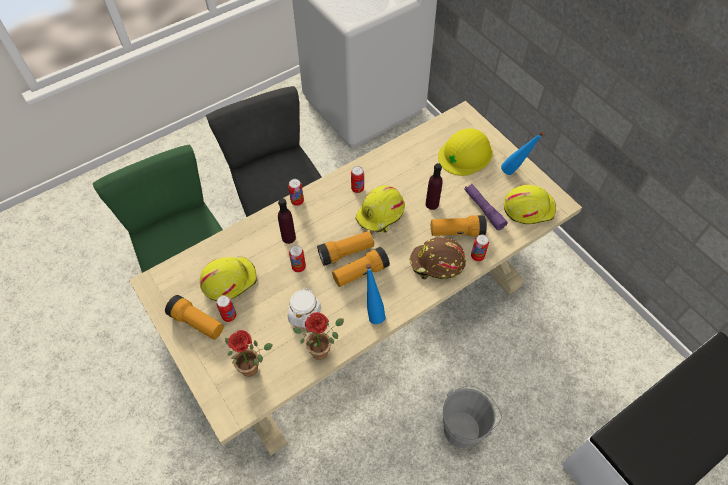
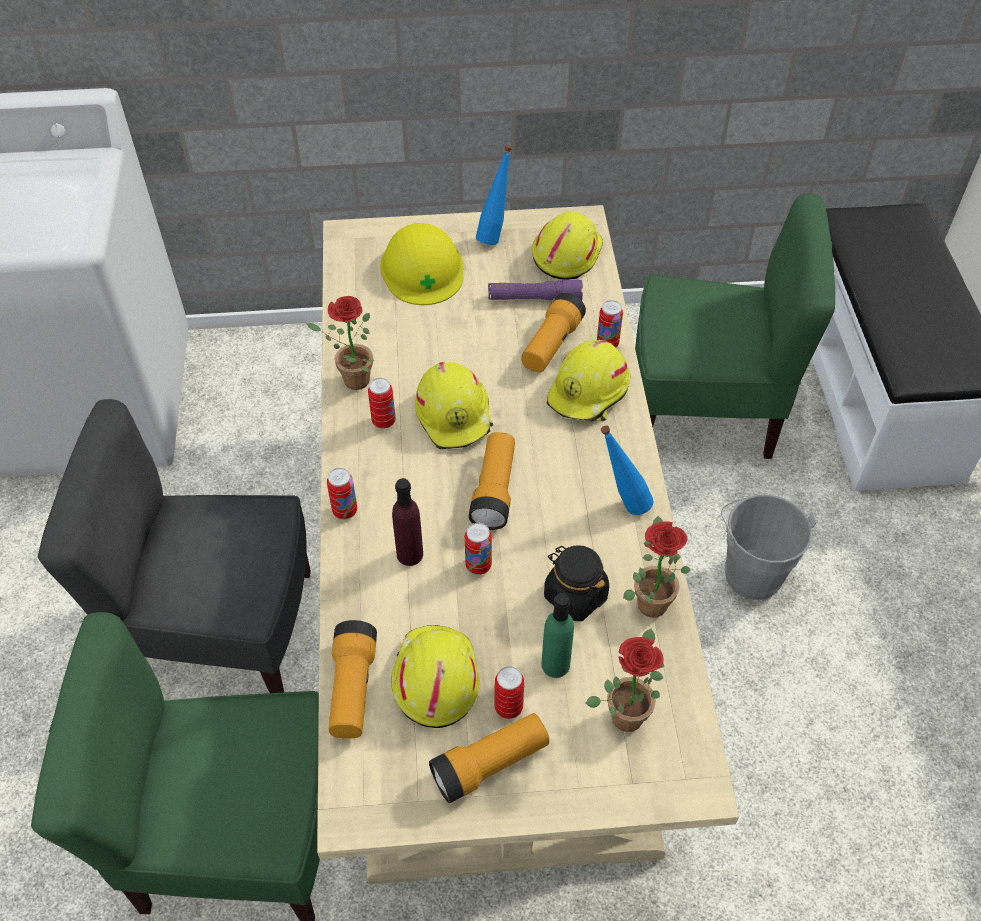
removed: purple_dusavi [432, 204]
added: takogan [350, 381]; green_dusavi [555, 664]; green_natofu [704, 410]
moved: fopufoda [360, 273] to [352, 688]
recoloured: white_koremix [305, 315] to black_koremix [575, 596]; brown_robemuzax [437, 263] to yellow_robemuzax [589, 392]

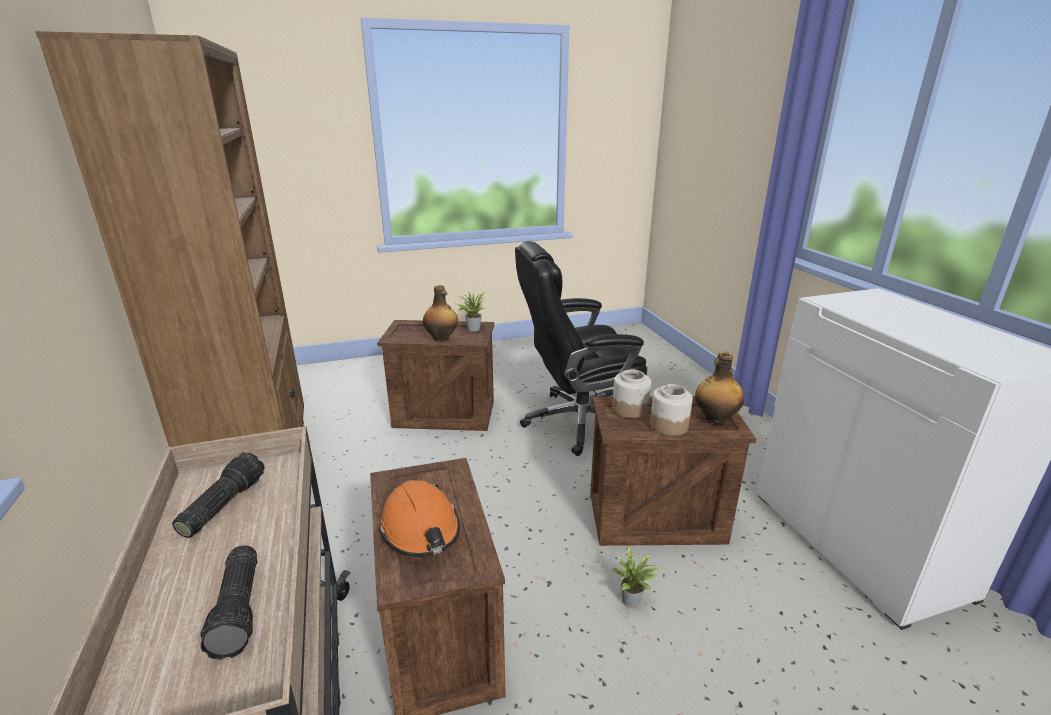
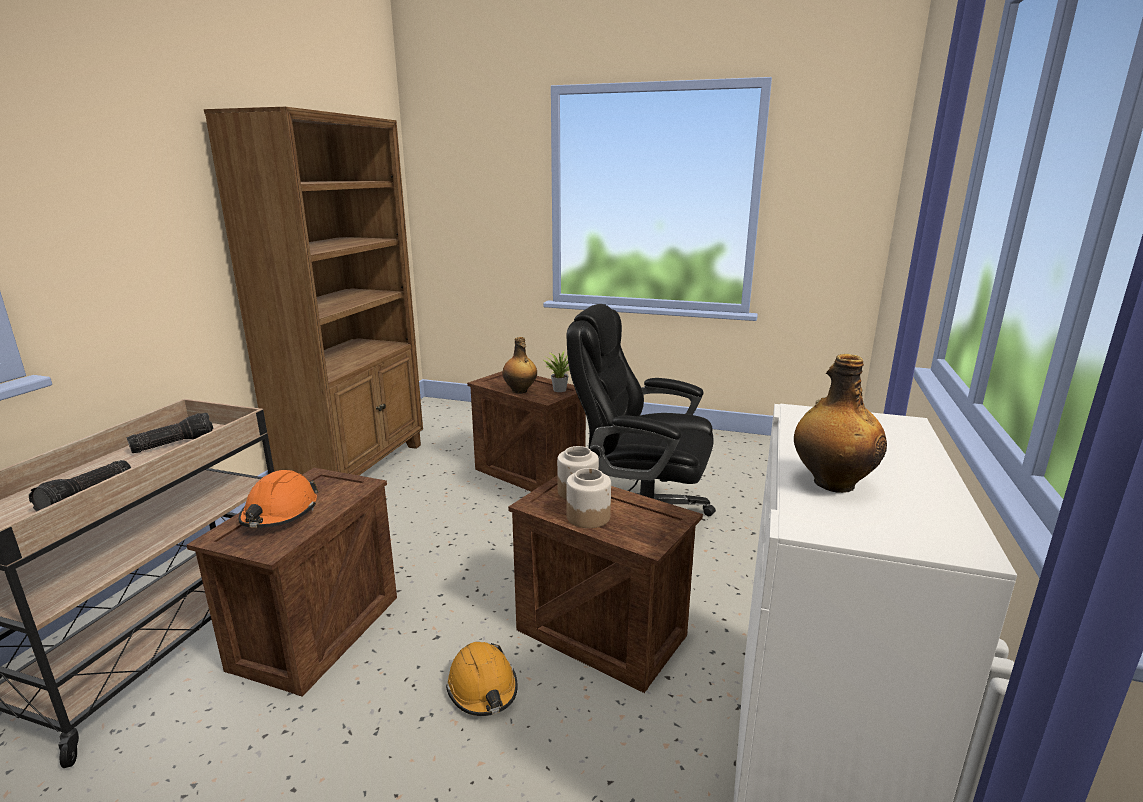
moved: dusavi [715, 419] to [832, 483]
replaced: takogan [633, 601] to orange_robemuzax [483, 688]

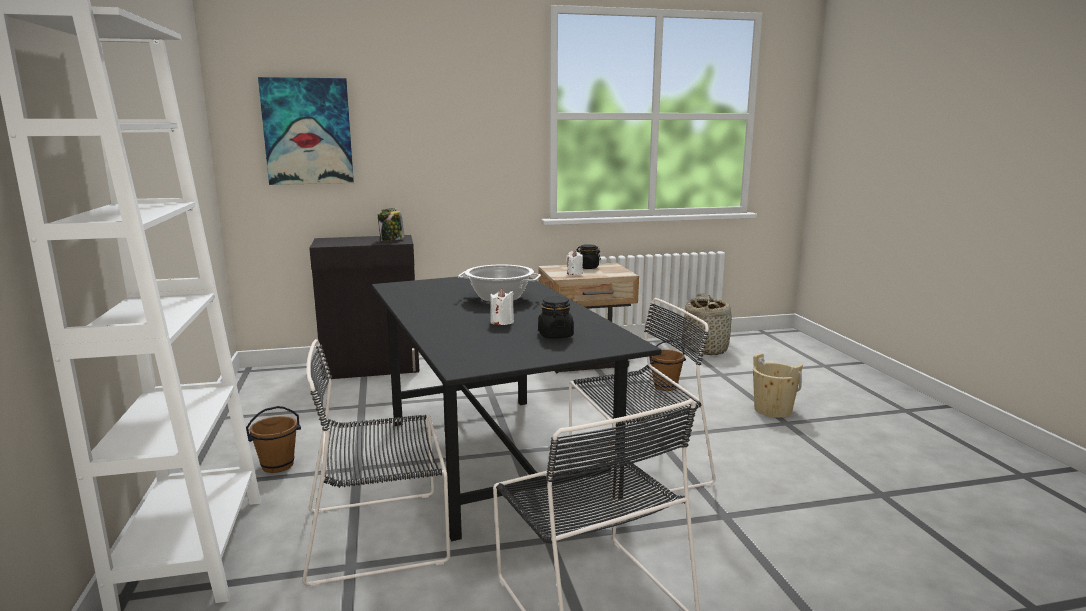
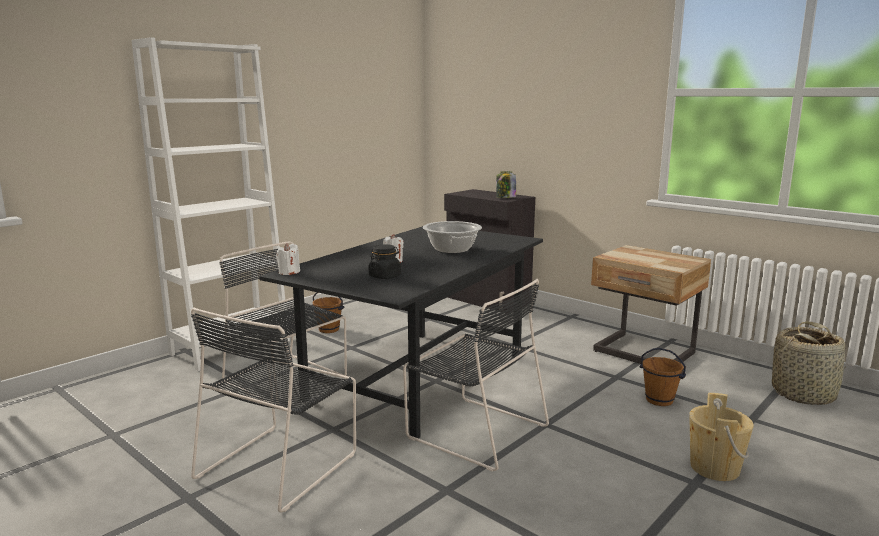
removed: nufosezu [307, 131]; black_koremix [588, 267]
moved: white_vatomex [574, 273] to [289, 272]

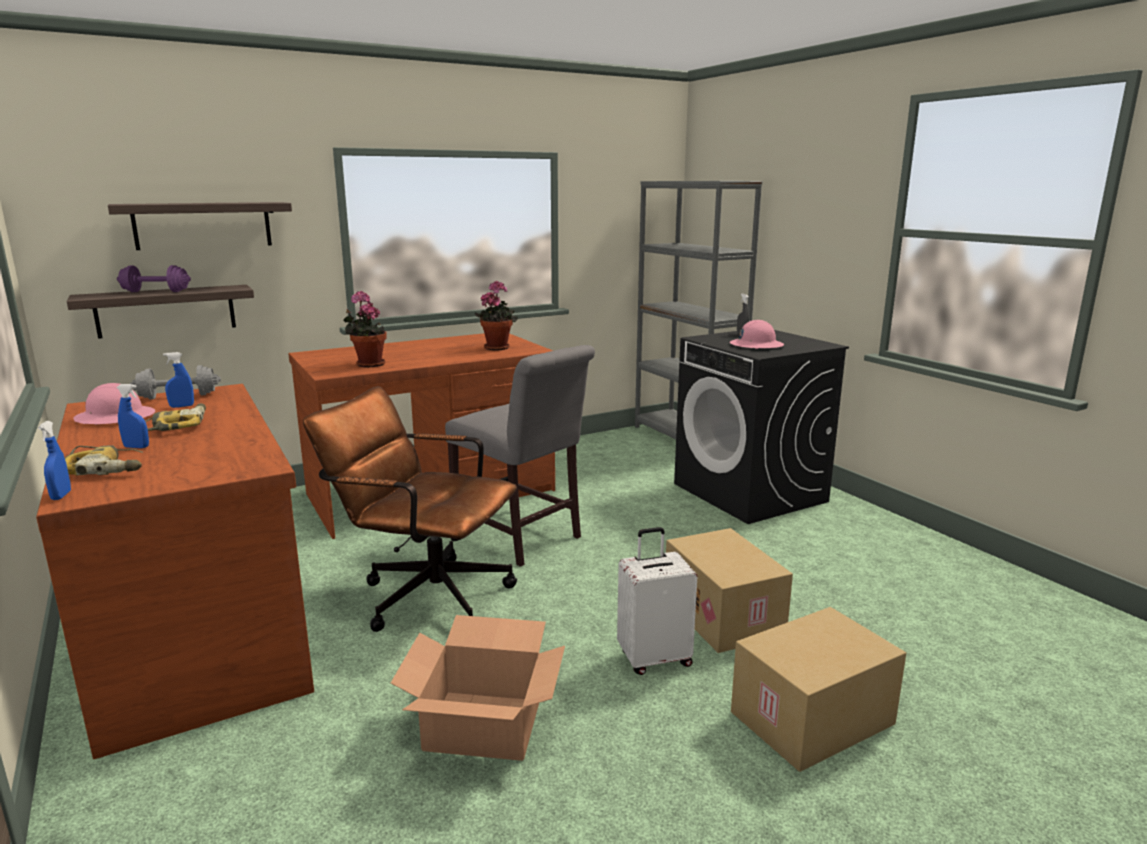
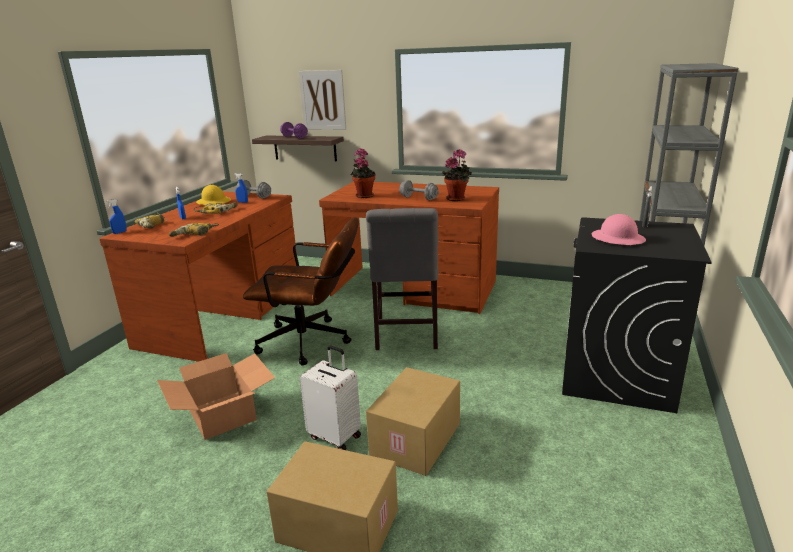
added: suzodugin [194, 234]; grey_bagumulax [418, 198]
replaced: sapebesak [203, 225] to nufosezu [323, 100]
recoloured: pink_robemuzax [115, 417] to yellow_robemuzax [214, 202]
turned: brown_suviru [424, 594] = [312, 342] 120 degrees clockwise

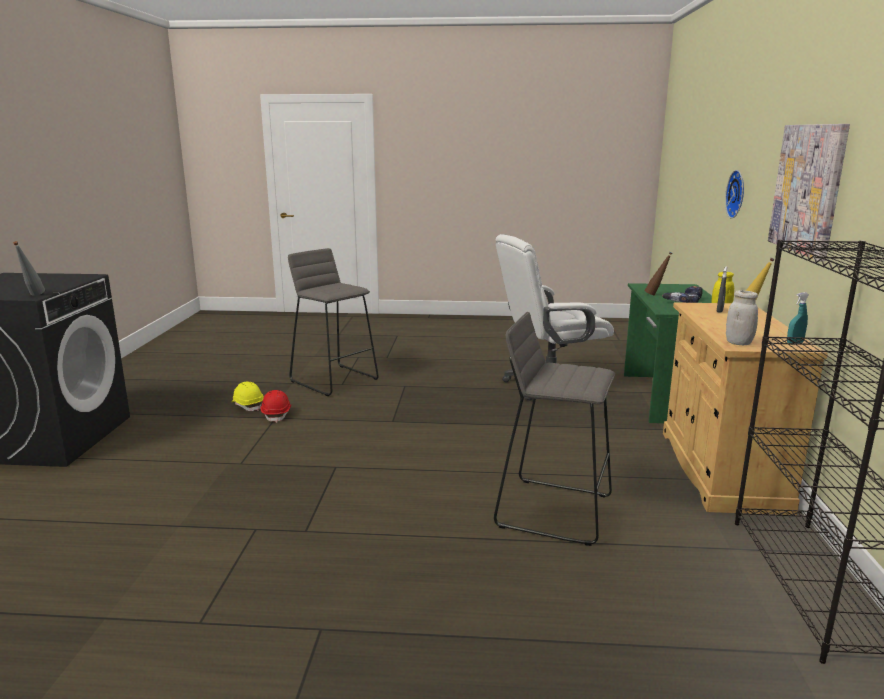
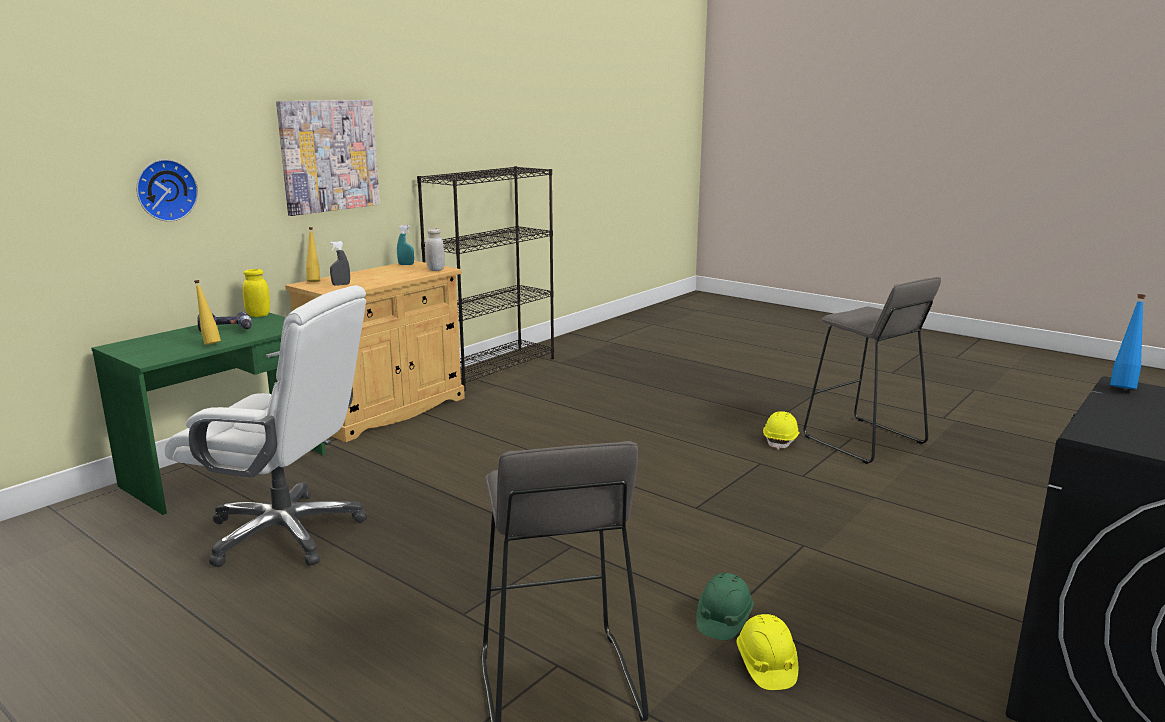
added: yellow_robemuzax [781, 440]
moved: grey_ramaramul [554, 510] to [863, 440]
recoloured: grey_dusavi [33, 296] to blue_dusavi [1122, 387]; red_robemuzax [277, 414] to green_robemuzax [723, 619]; brown_dusavi [656, 295] to yellow_dusavi [210, 343]

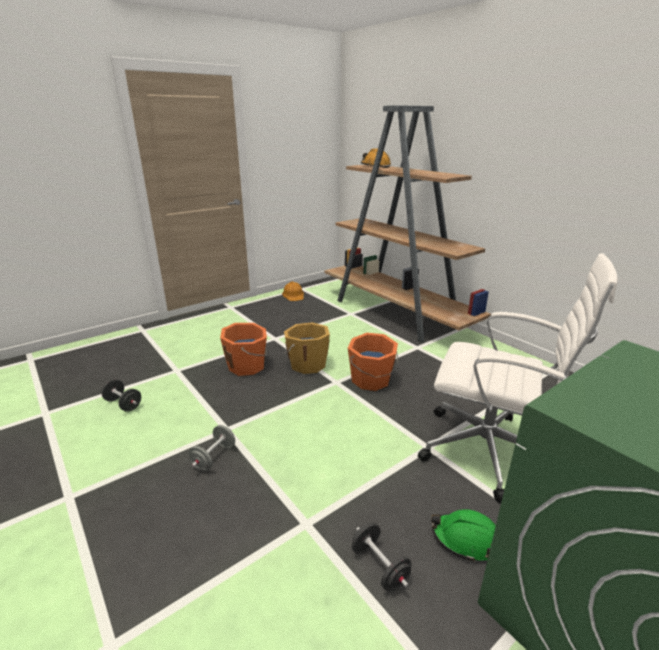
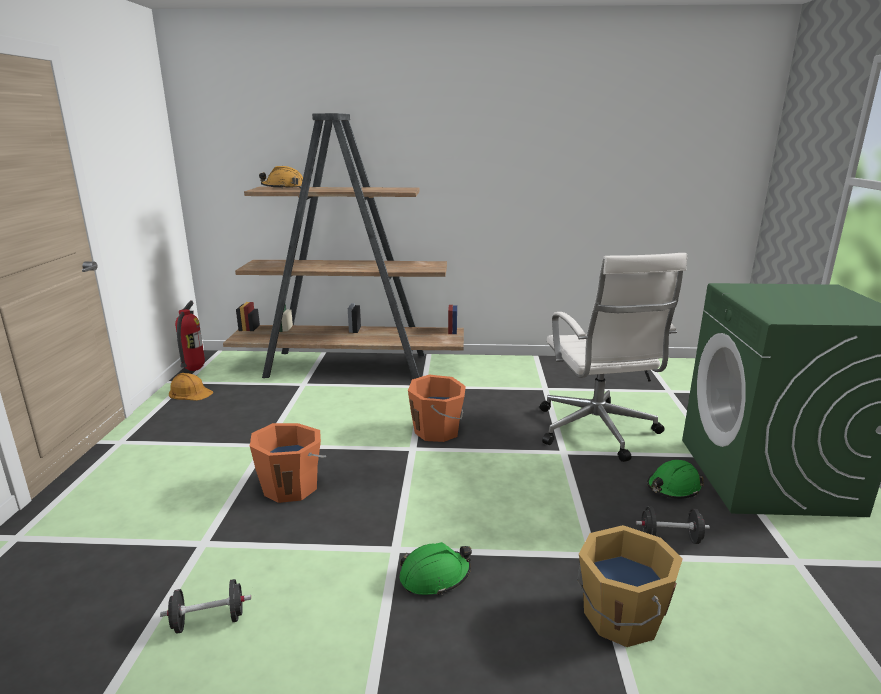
added: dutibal [194, 370]
moved: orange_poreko [307, 364] to [620, 617]
replaced: grey_bagumulax [214, 457] to green_robemuzax [435, 576]
turned: white_suviru [489, 451] = [597, 431] 105 degrees clockwise

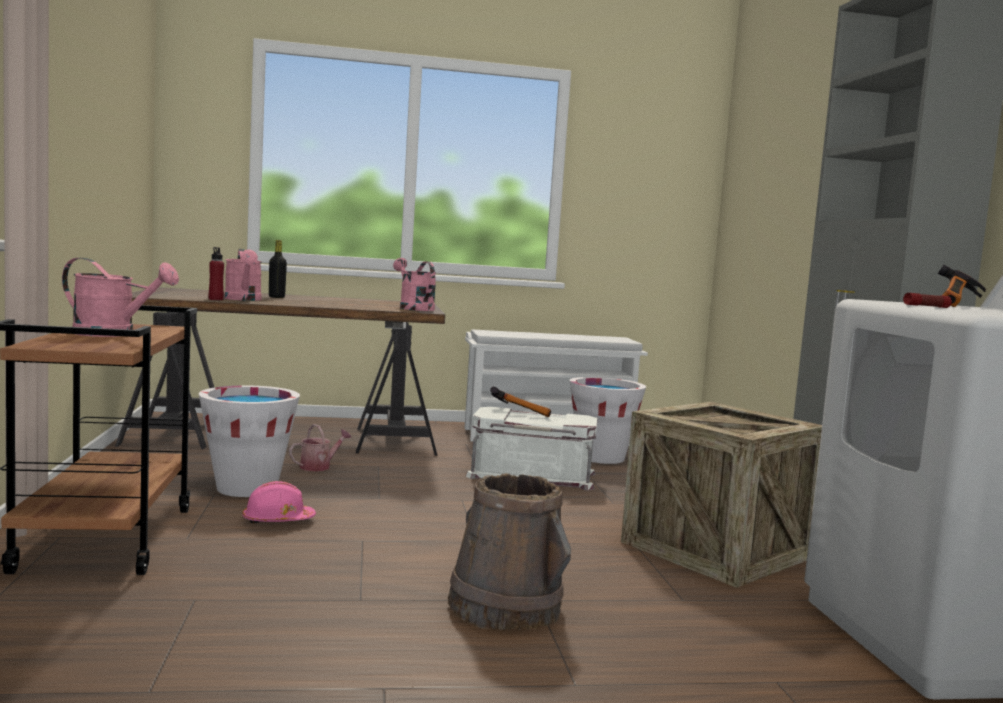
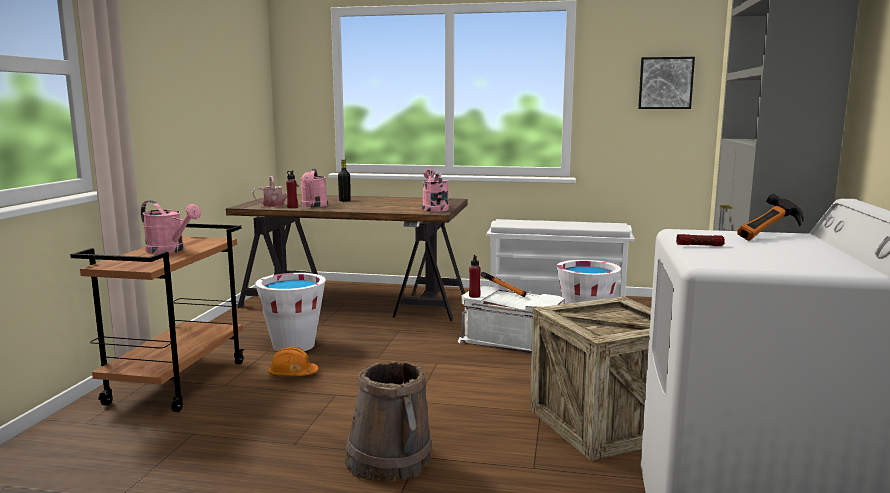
added: red_dusavi [474, 296]; nufosezu [665, 83]
moved: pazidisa [319, 466] to [276, 205]
recoloured: pink_robemuzax [277, 520] to orange_robemuzax [292, 374]

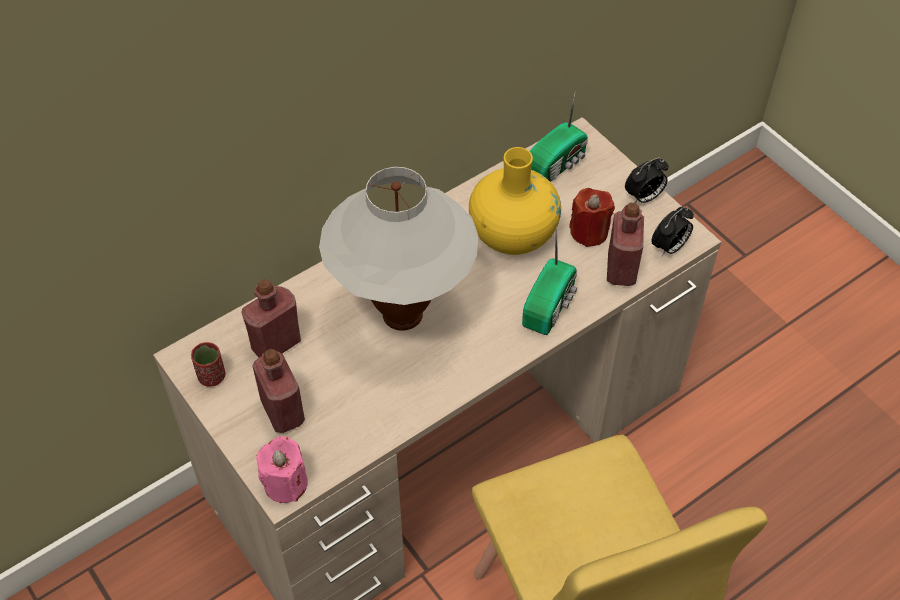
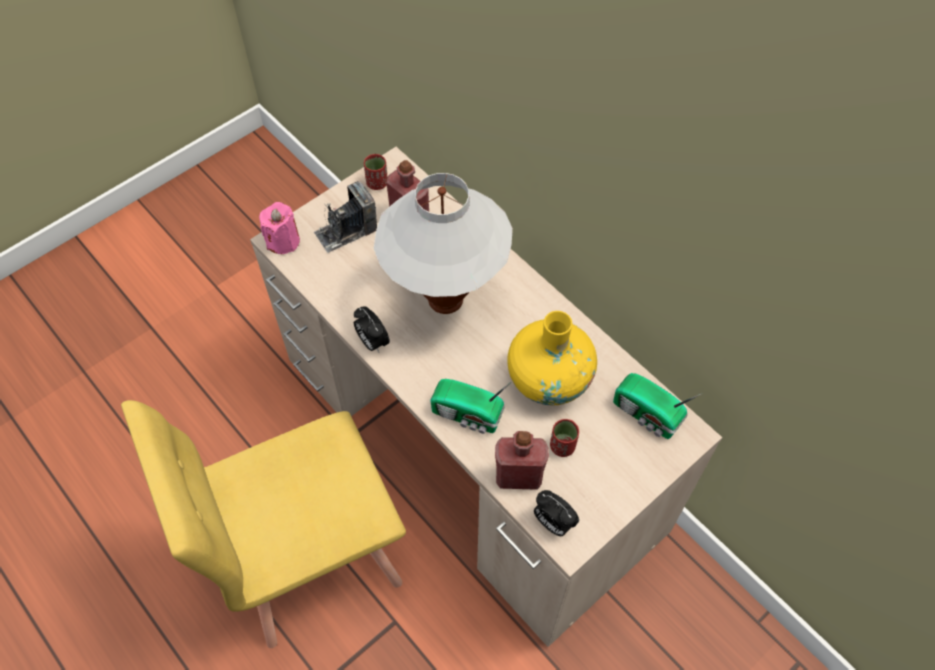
moved: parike [644, 197] to [372, 342]
replaced: red_dusavi [283, 412] to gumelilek [346, 231]; red_vatomex [589, 232] to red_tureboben [562, 446]

